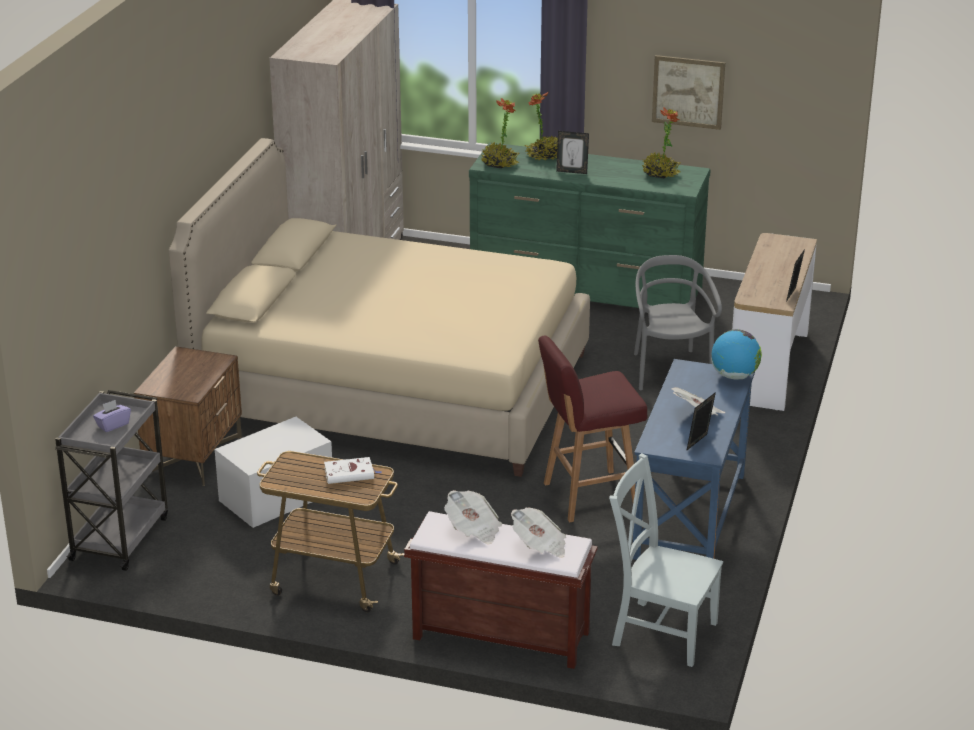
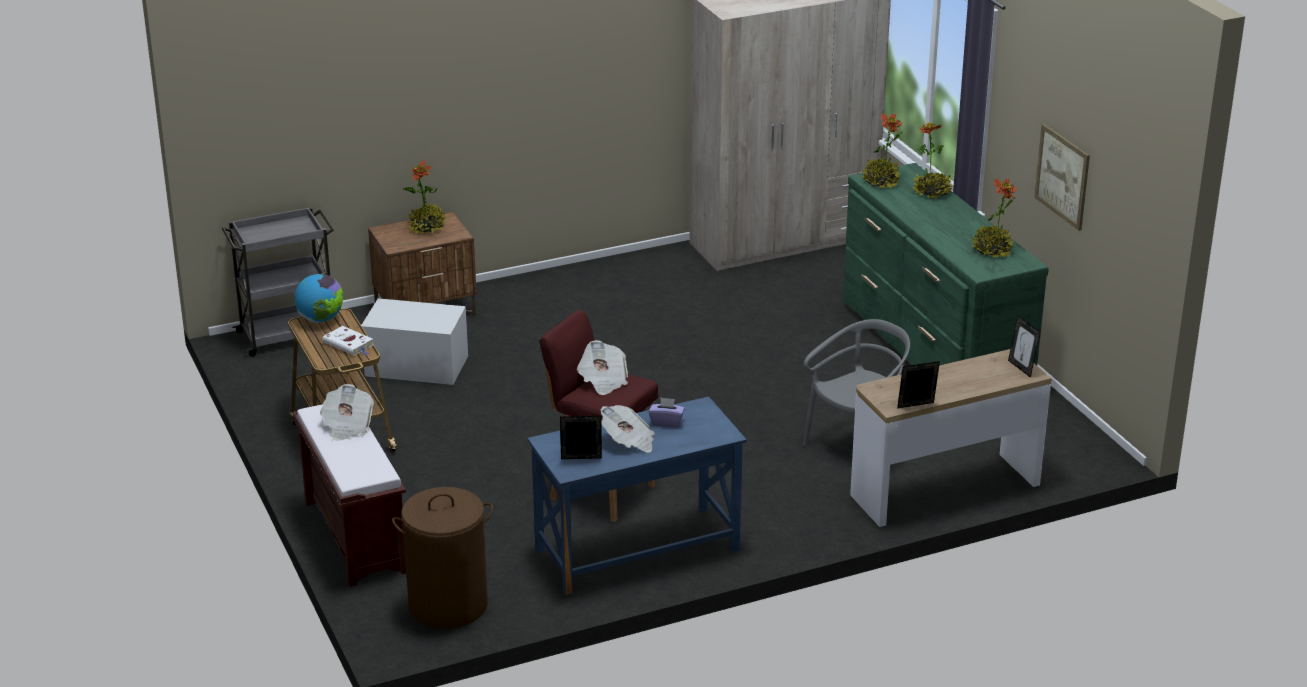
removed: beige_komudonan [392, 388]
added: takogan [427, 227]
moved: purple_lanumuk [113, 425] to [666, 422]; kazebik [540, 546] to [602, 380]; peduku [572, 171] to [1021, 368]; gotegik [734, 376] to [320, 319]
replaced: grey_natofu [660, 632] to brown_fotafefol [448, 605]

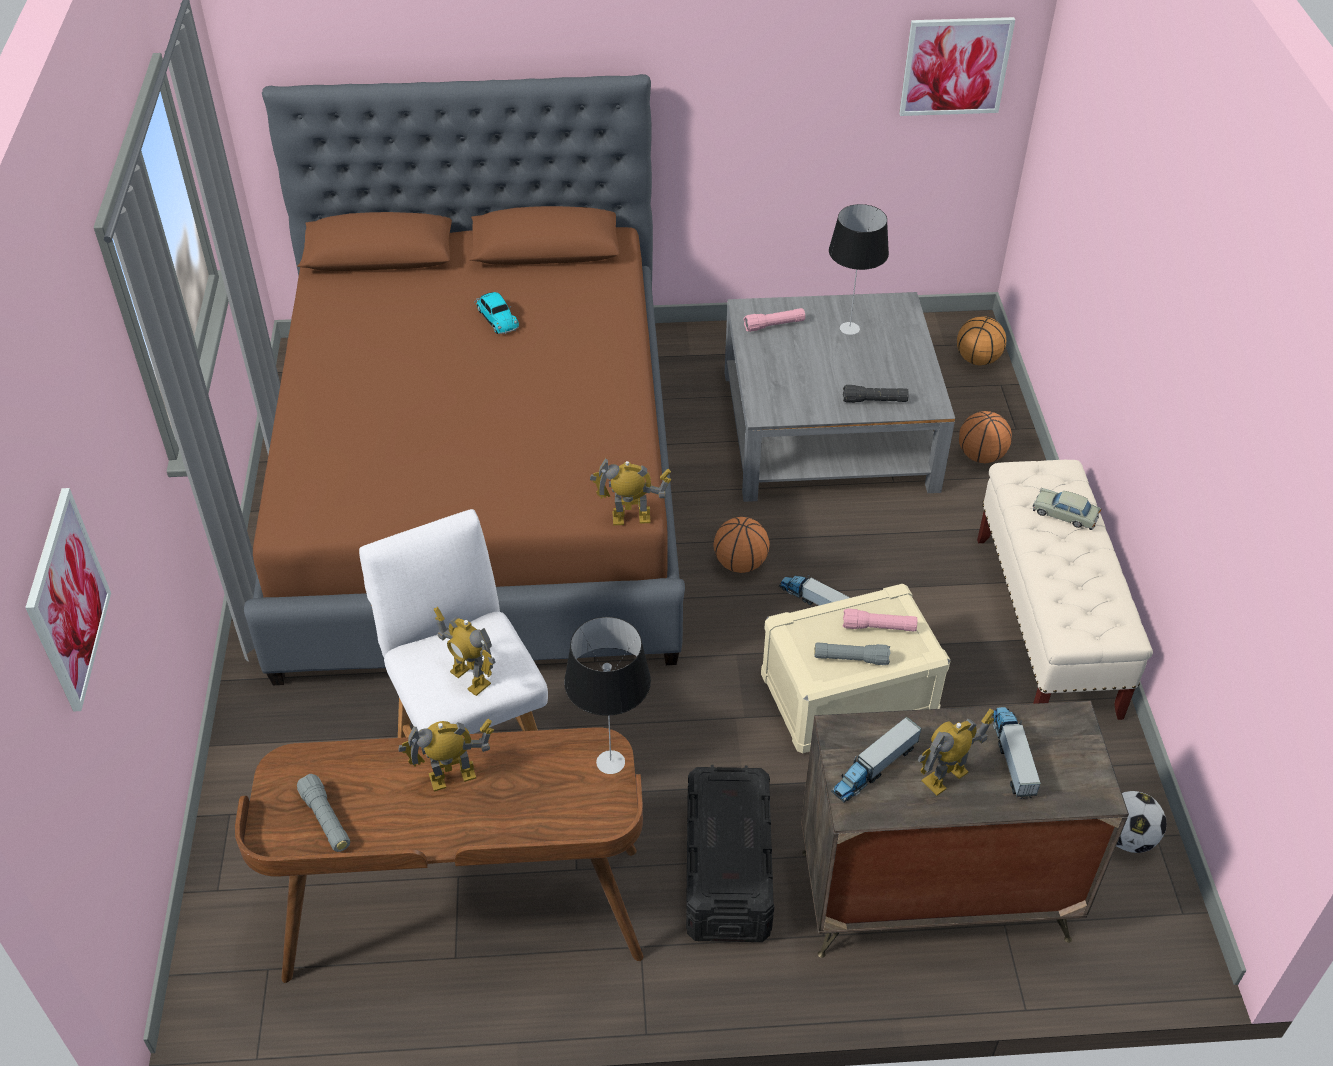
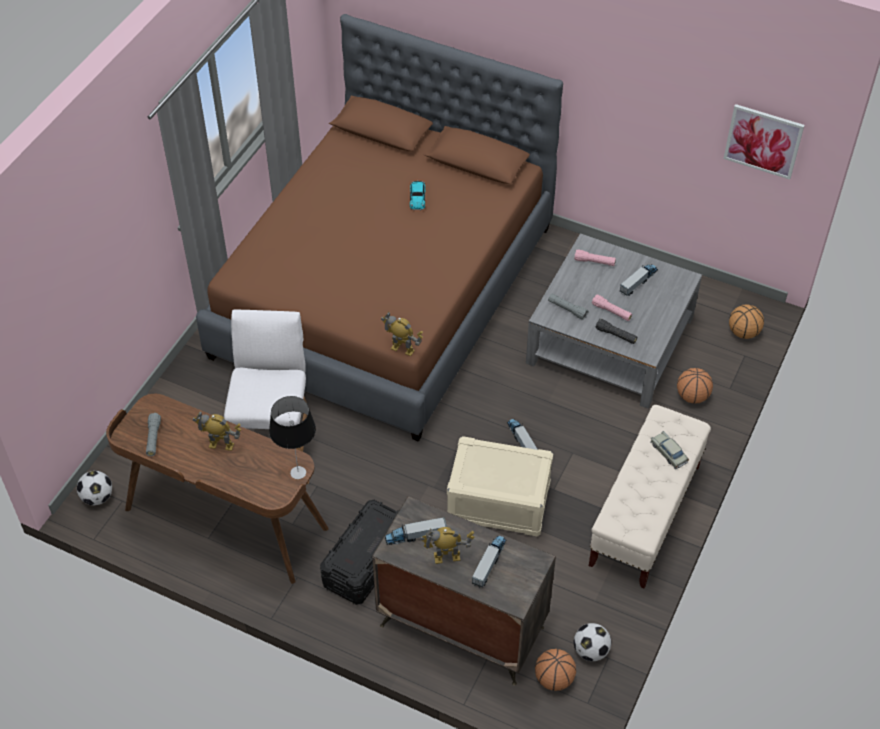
removed: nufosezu [67, 600]; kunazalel [470, 678]
added: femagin [97, 497]
moved: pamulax [740, 564] to [554, 679]; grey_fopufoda [851, 659] to [567, 309]; pink_fopufoda [879, 627] to [611, 312]
replaced: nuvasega [849, 328] to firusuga [638, 282]

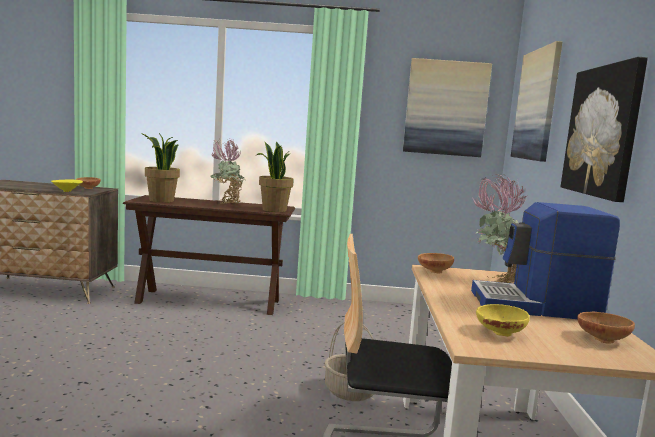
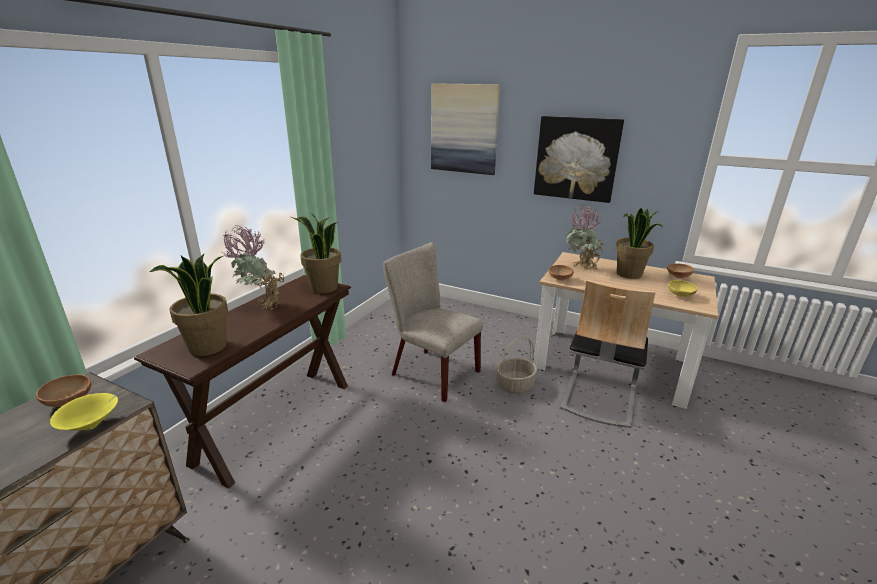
removed: nufosezu [446, 108]
added: beige_natofu [430, 371]
replaced: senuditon [535, 306] to takogan [629, 274]

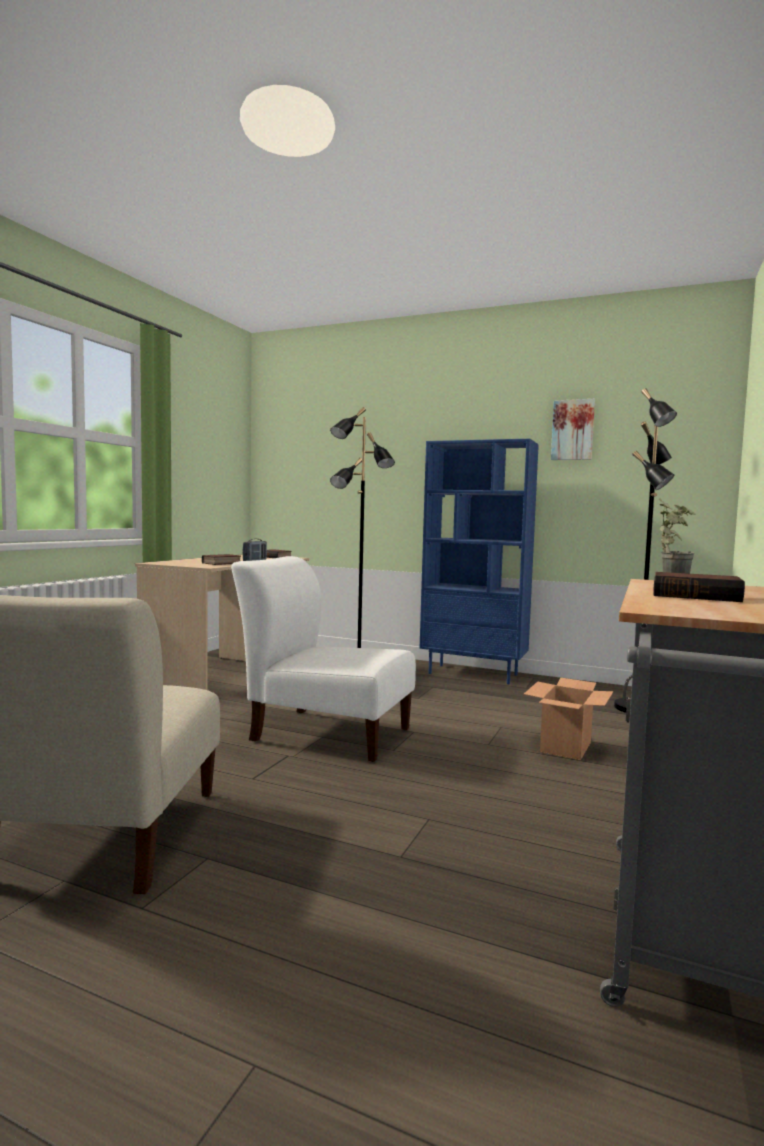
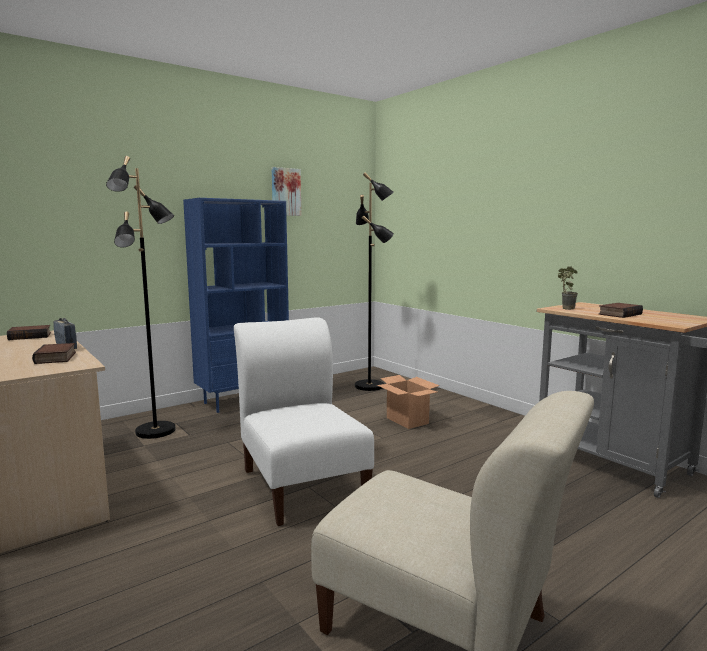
turned: white_natofu [325, 733] = [302, 483] 105 degrees clockwise

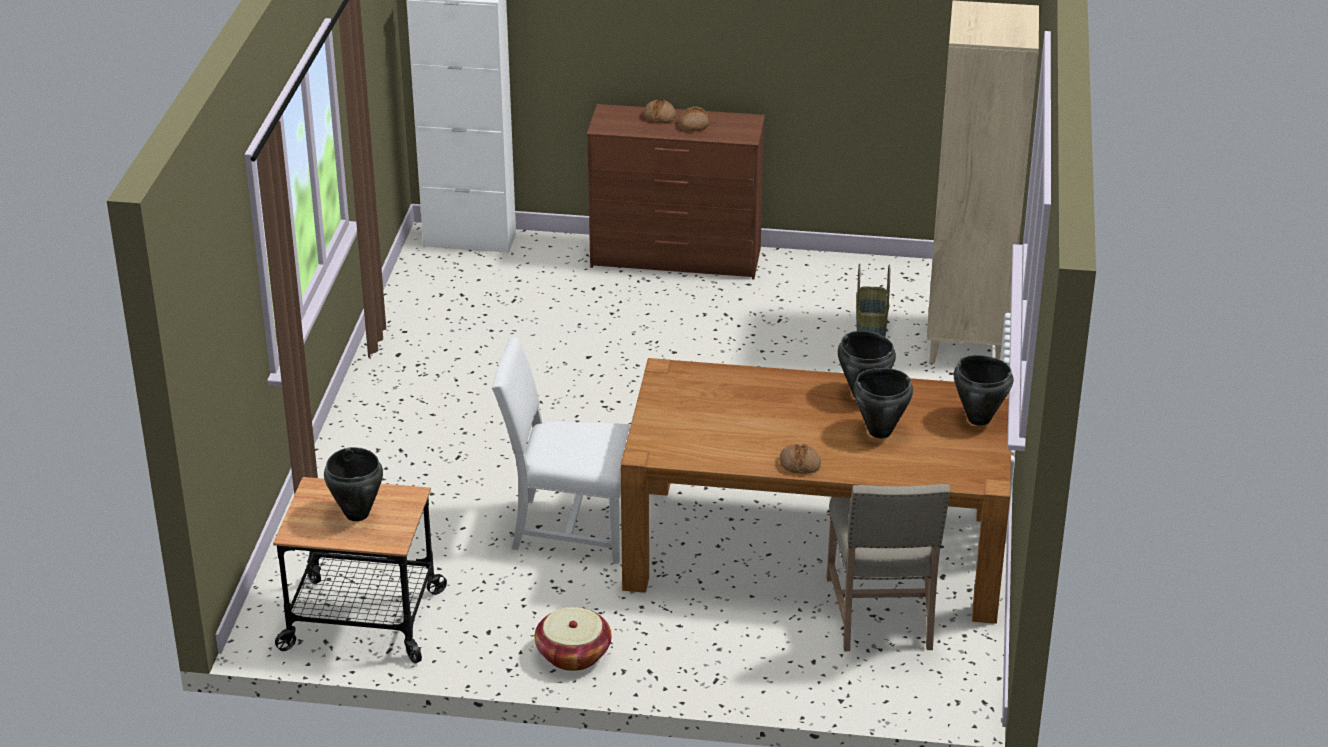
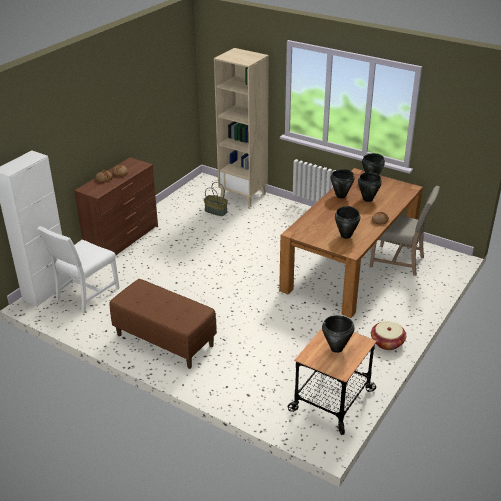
added: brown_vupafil [164, 340]; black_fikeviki [346, 235]
moved: white_natofu [568, 528] to [85, 294]

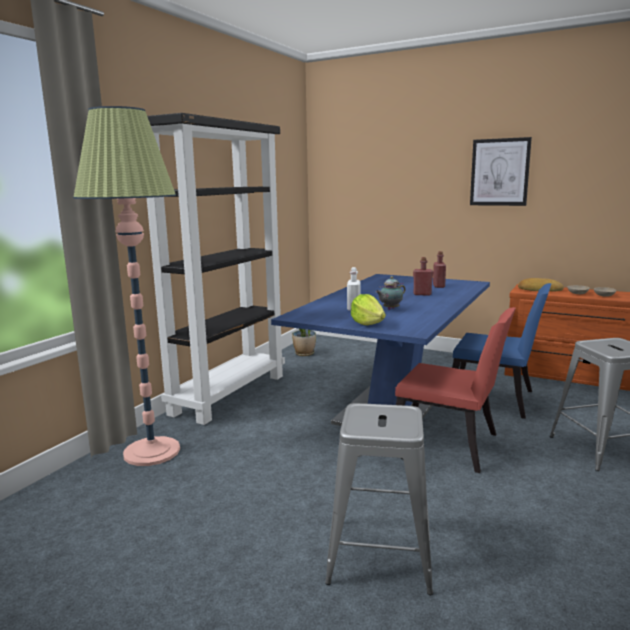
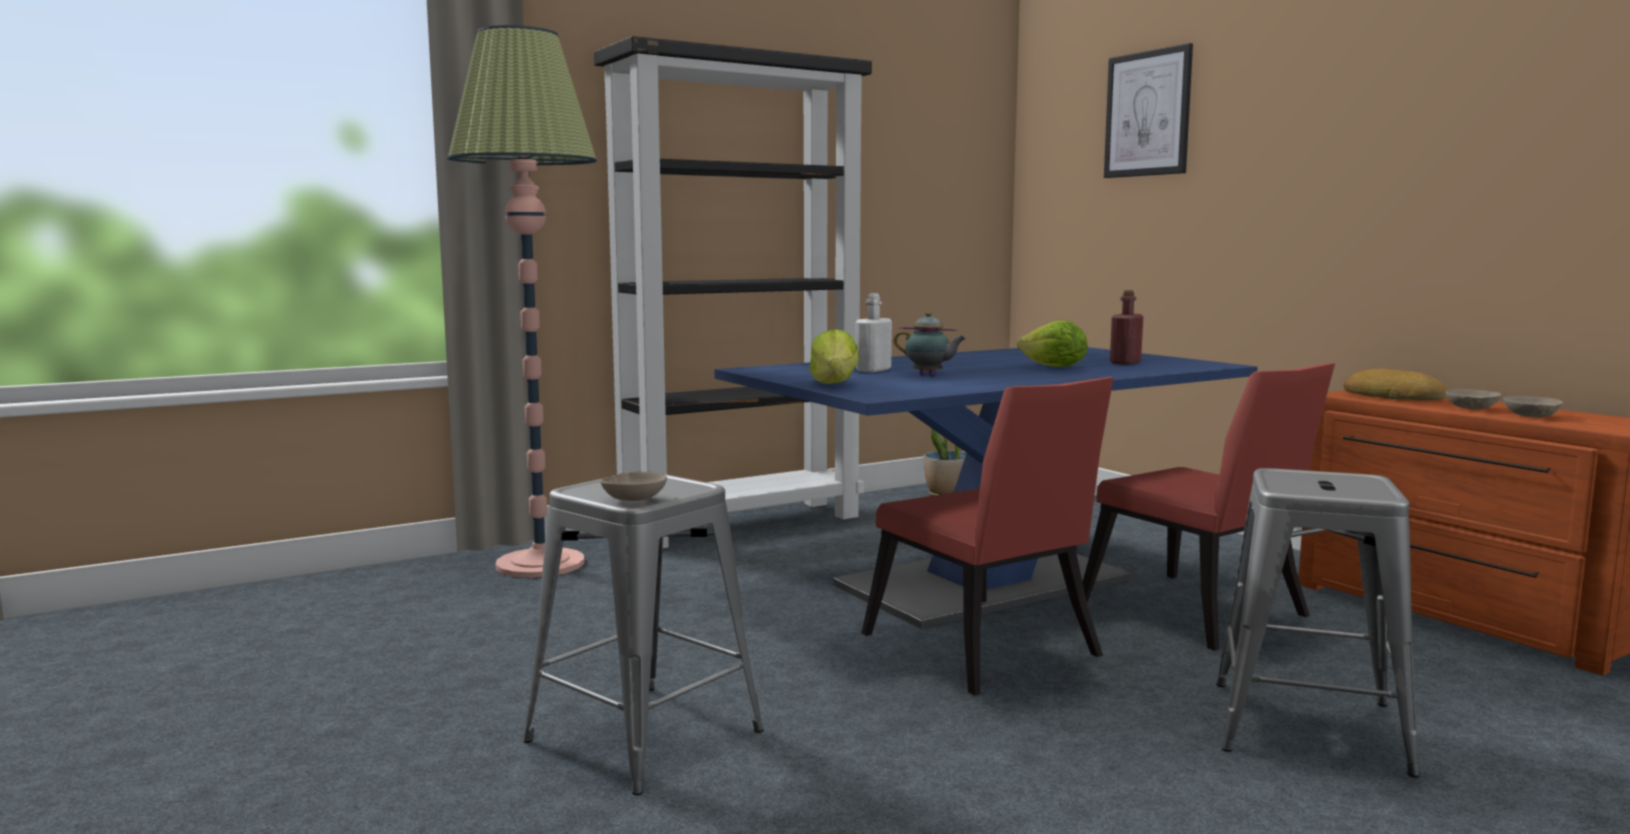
added: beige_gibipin [635, 499]
moved: nufosezu [499, 172] to [1147, 114]
replaced: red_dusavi [422, 294] to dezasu [1054, 367]
recoloured: blue_natofu [495, 400] to red_natofu [1200, 615]
turned: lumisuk [390, 309] = [929, 375] 150 degrees counterclockwise

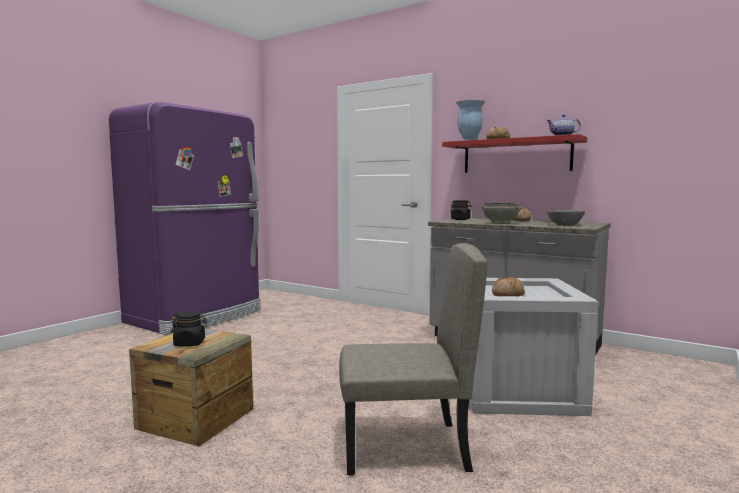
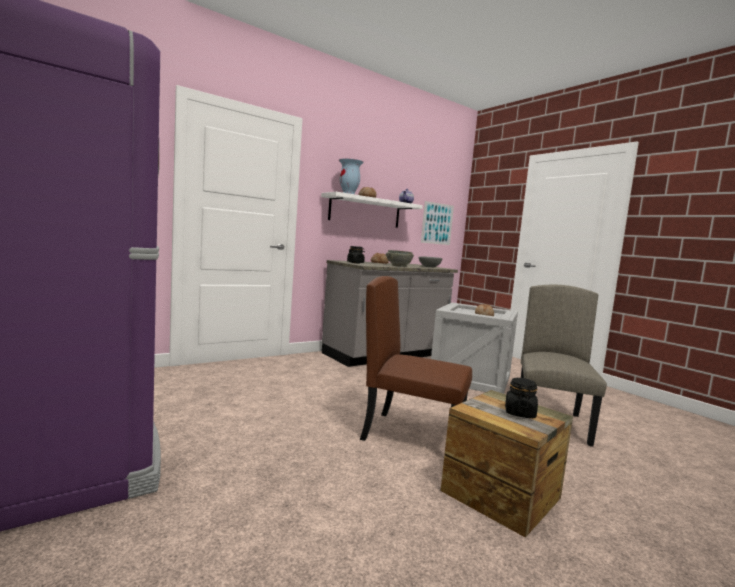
added: brown_natofu [413, 435]; nufosezu [437, 223]
recoloured: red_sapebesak [516, 156] to white_sapebesak [365, 211]

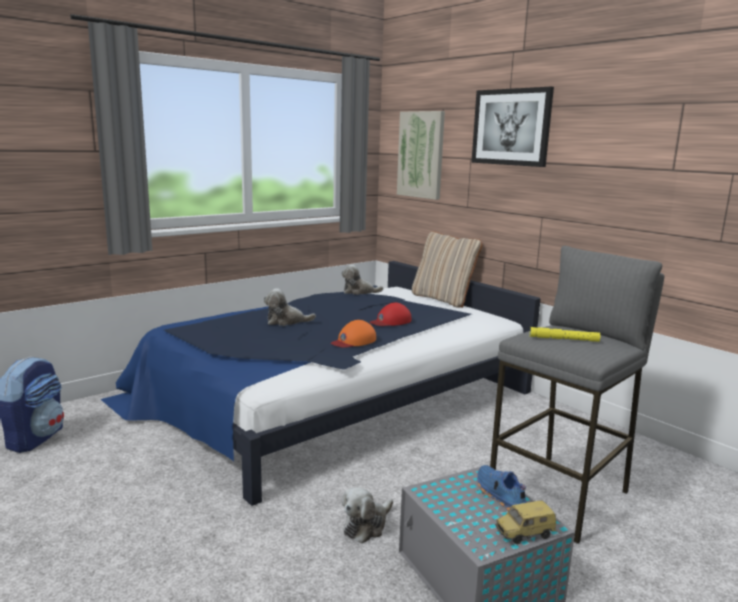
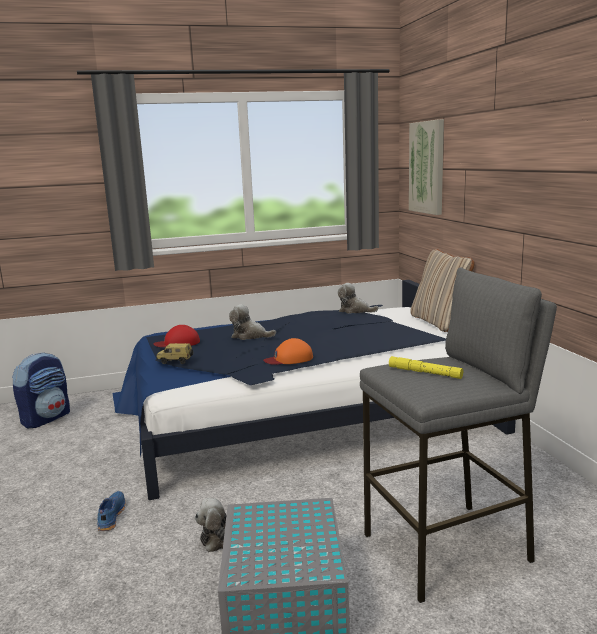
removed: nufosezu [511, 127]
moved: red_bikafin [391, 321] to [178, 343]; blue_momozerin [499, 495] to [110, 516]; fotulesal [525, 535] to [175, 362]

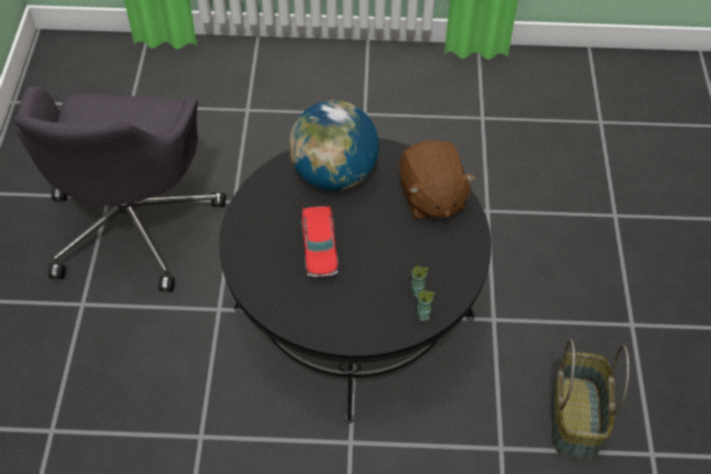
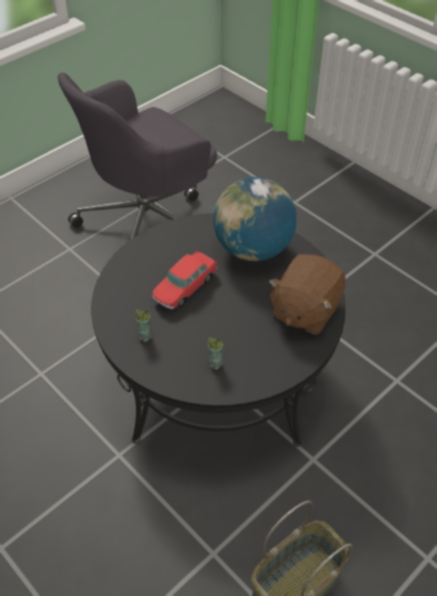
moved: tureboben [422, 314] to [145, 336]

